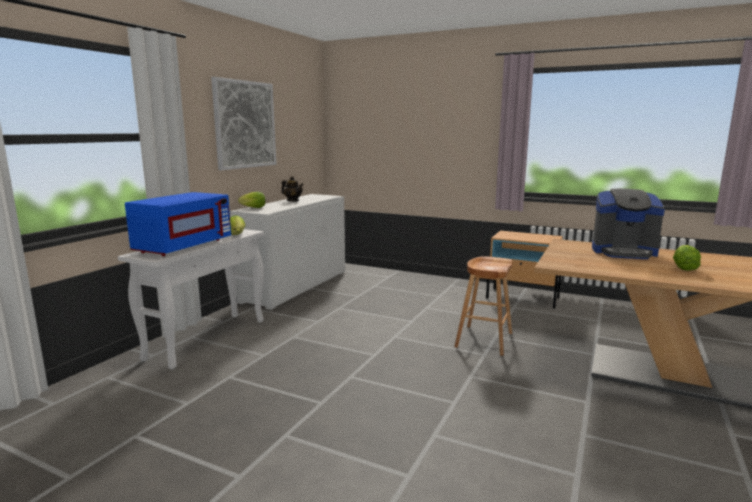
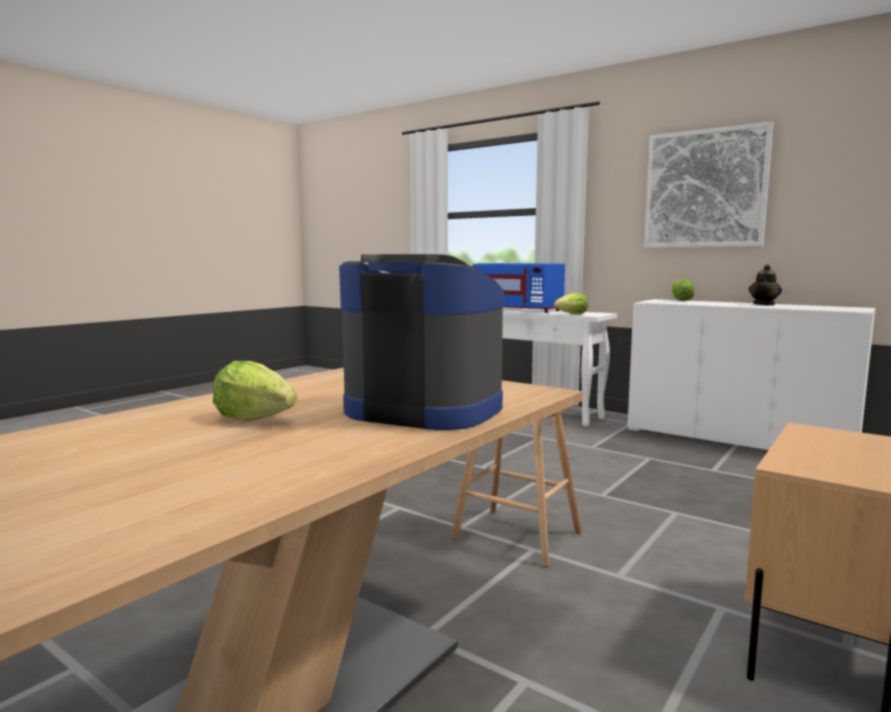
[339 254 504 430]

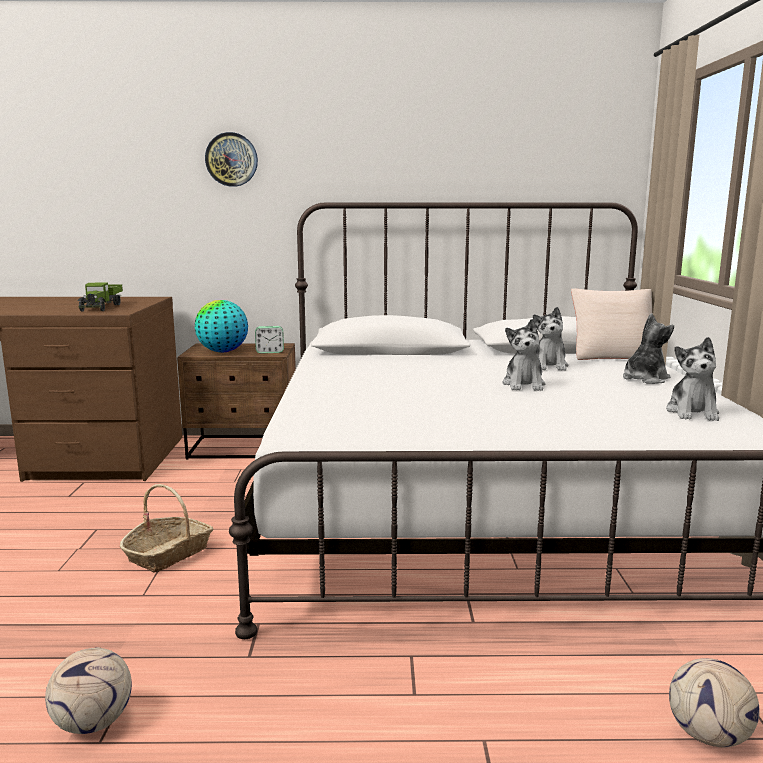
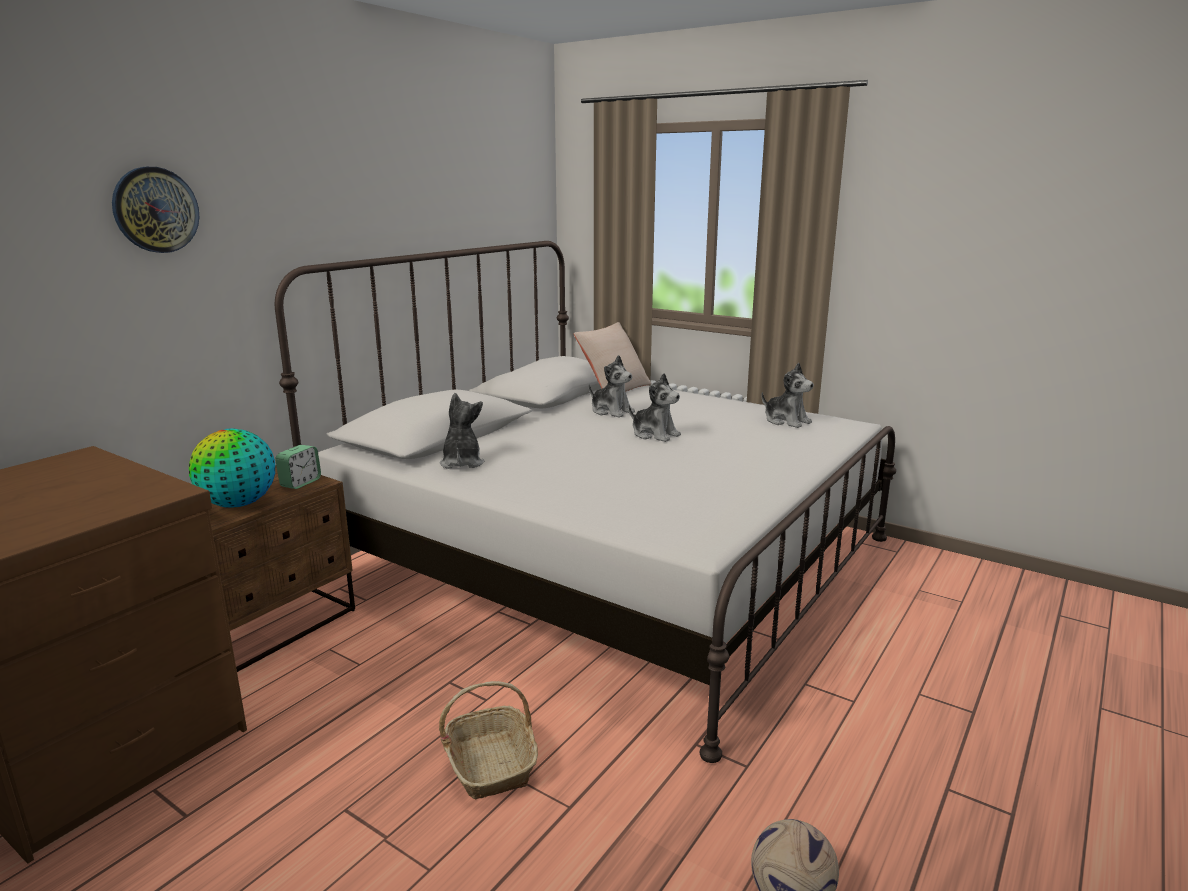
[78 283 123 312] (first image)
[440 393 484 469]
[669 658 760 747] (first image)

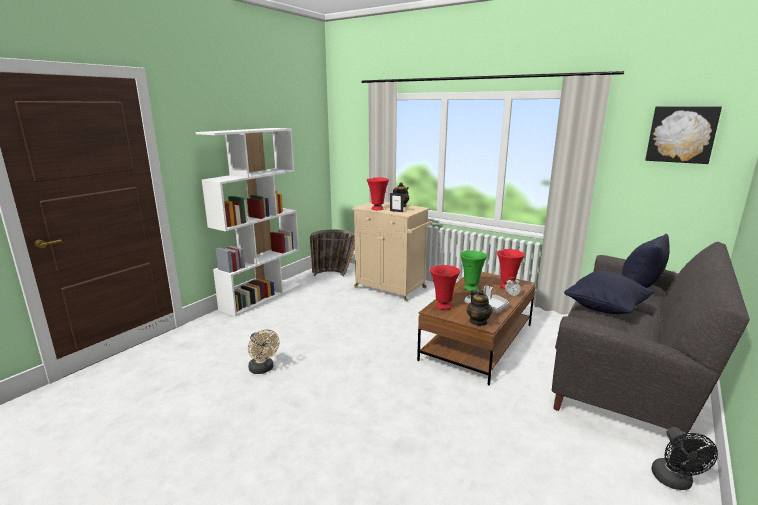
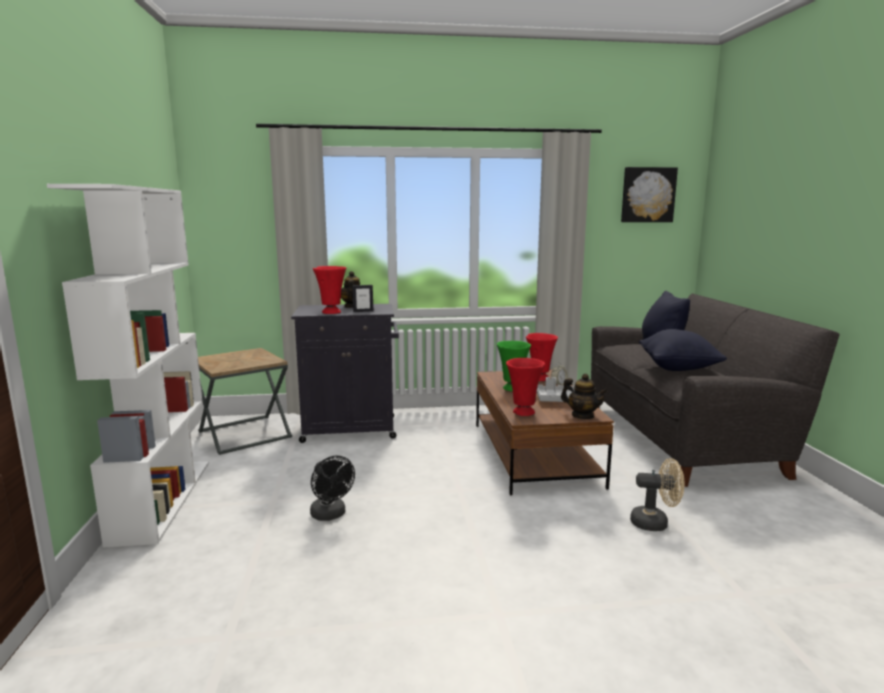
[630 458 684 531]
[198 348 292 455]
[291 304 399 443]
[310 456 355 521]

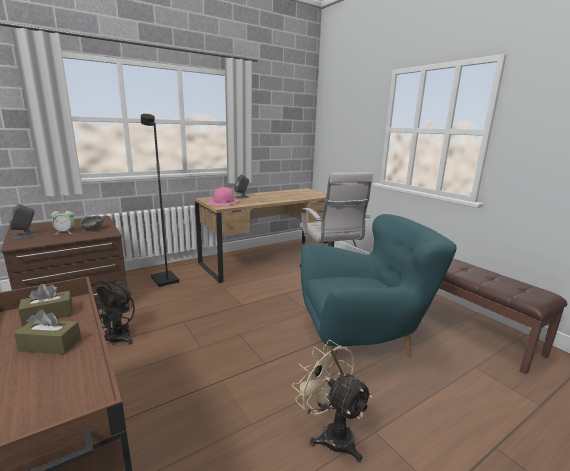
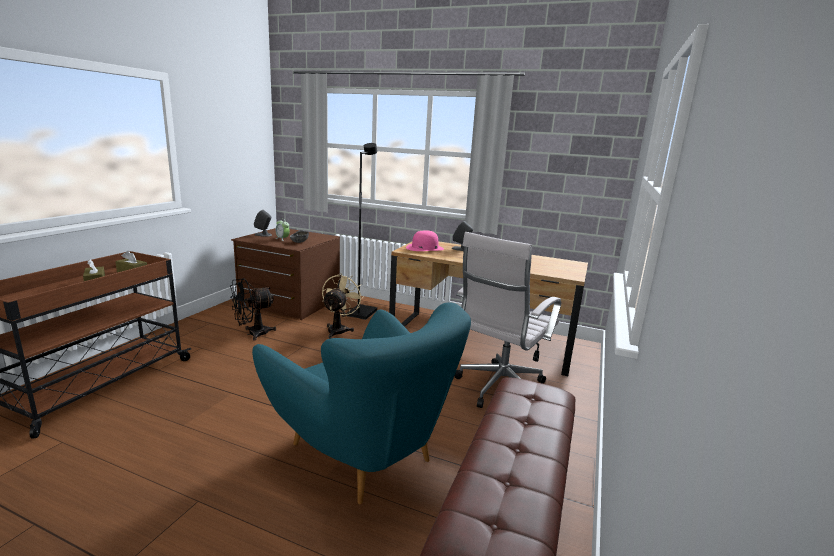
[322 273 364 339]

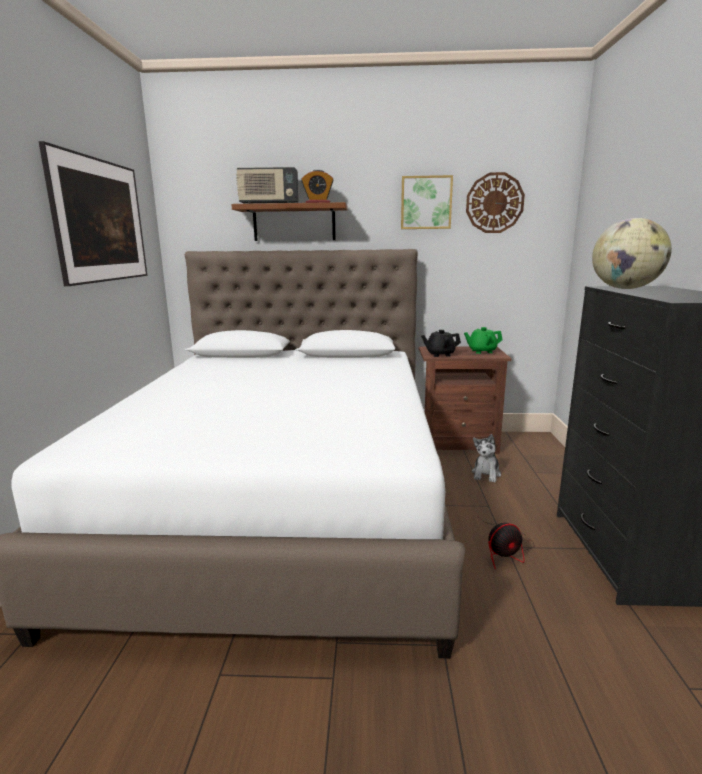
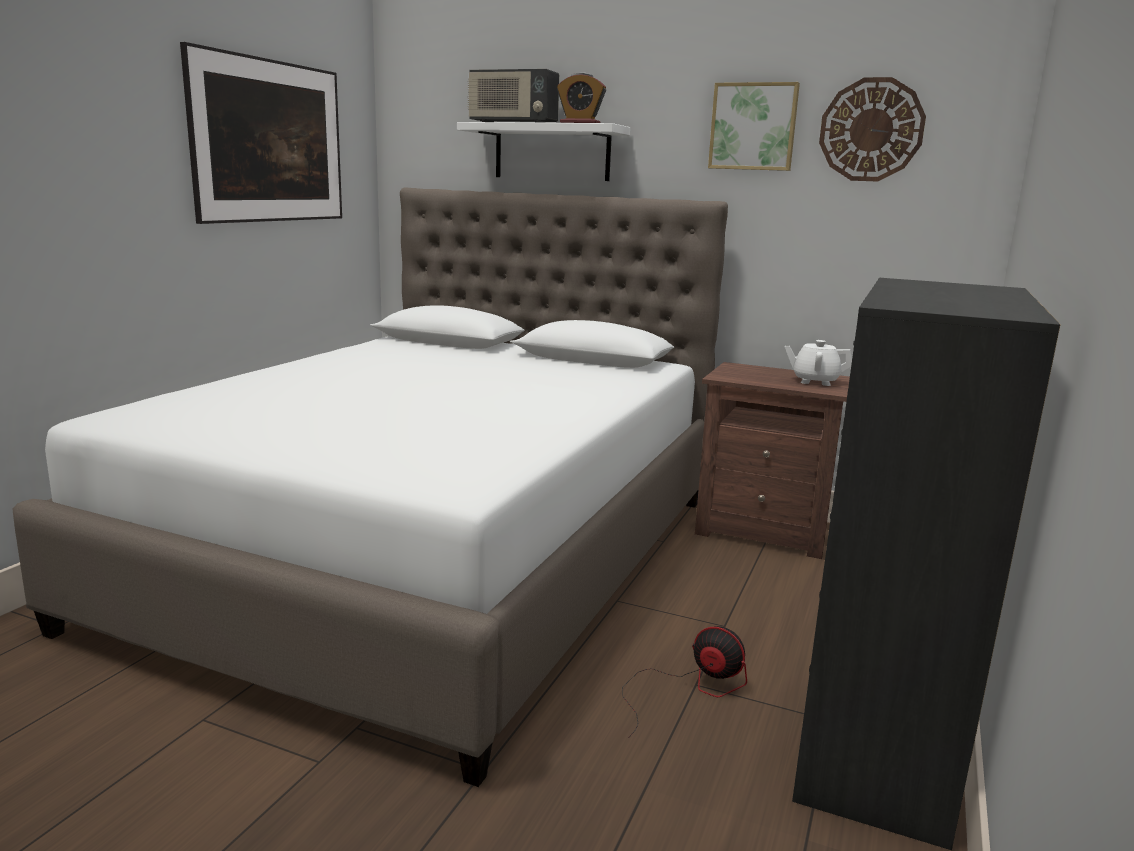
[457 122 630 181]
[421 330 461 357] (first image)
[785 340 852 386]
[472 434 501 483] (first image)
[622 626 747 738]
[592 218 672 289] (first image)

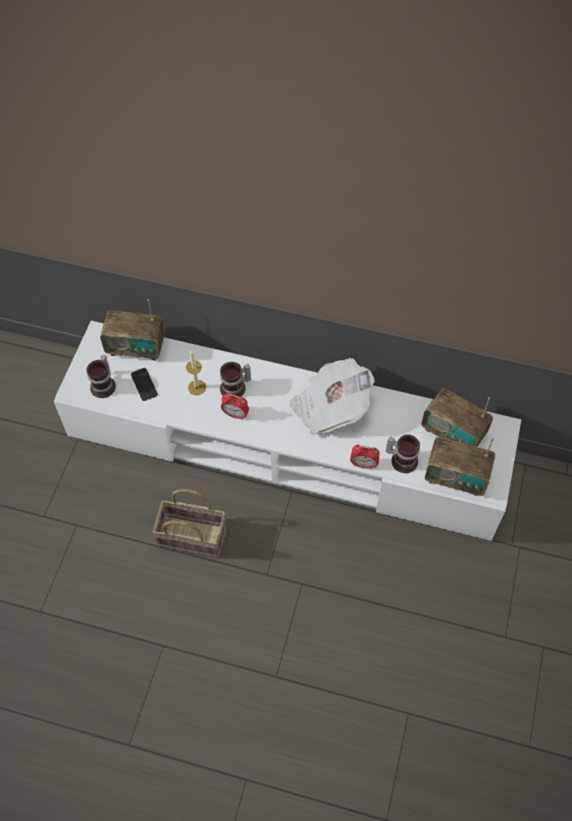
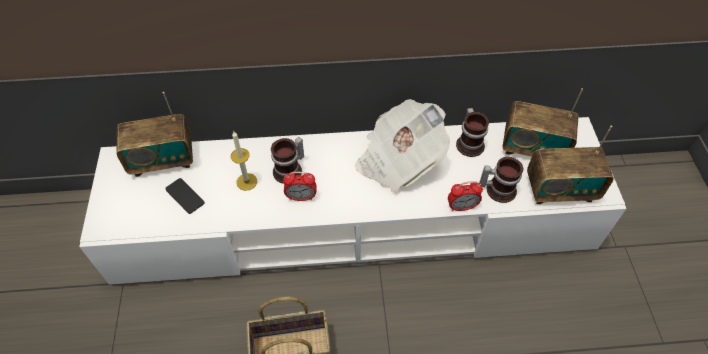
[456 108 489 157]

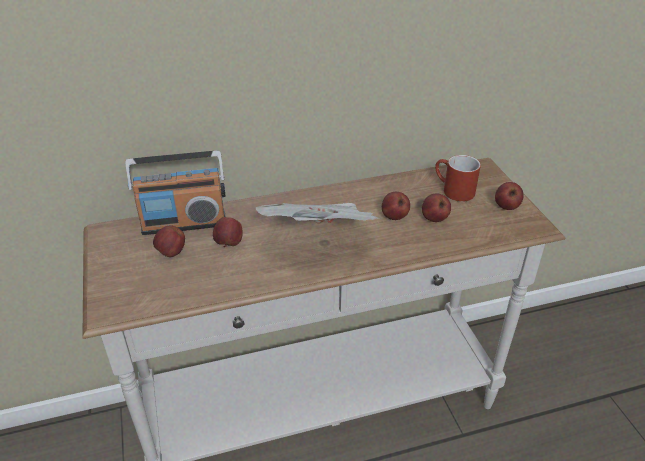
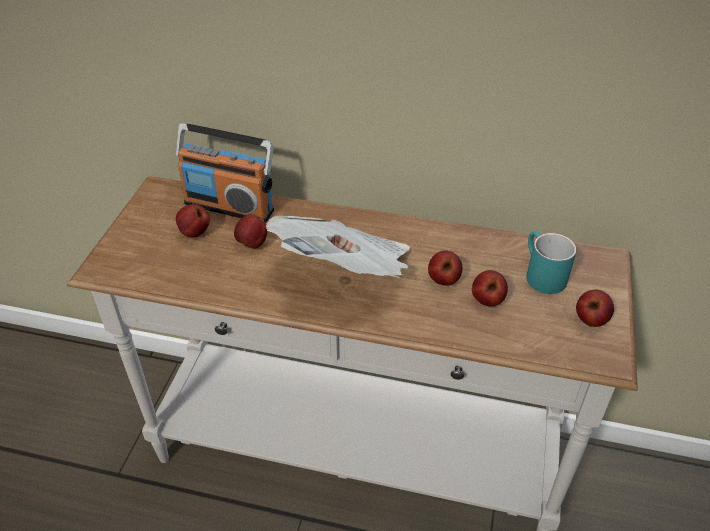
[526 231 577 294]

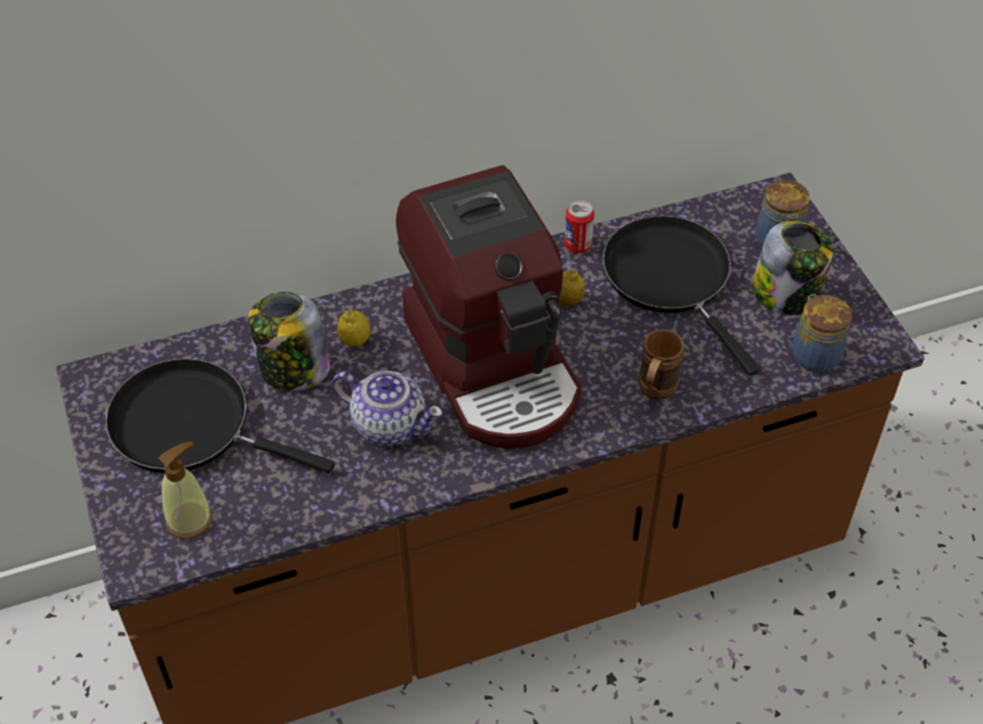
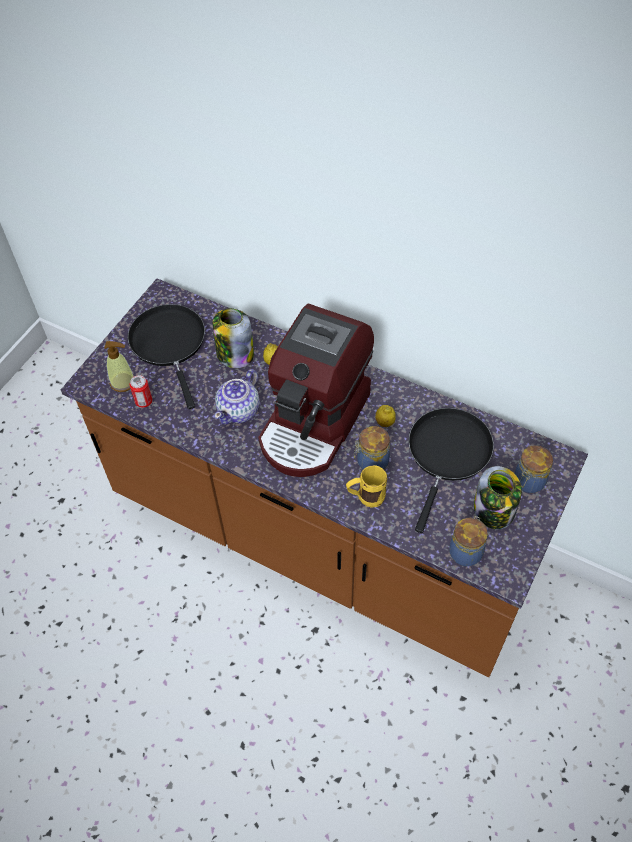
[214 369 260 425]
[129 375 153 408]
[346 465 387 508]
[354 426 390 470]

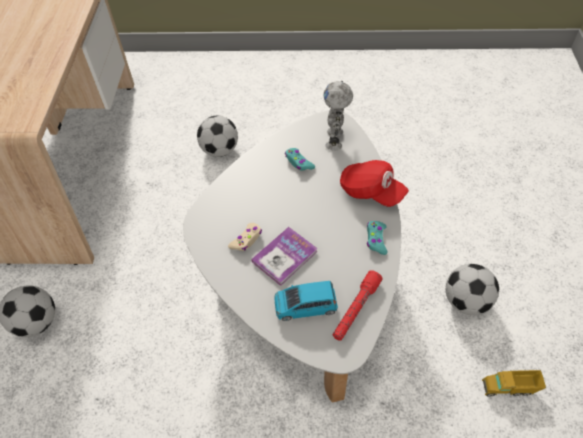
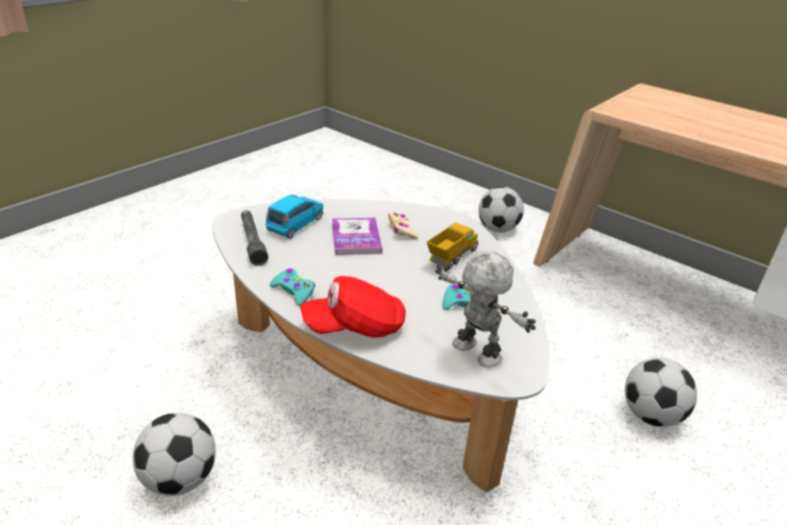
[241 210 268 266]
[427 222 478 269]

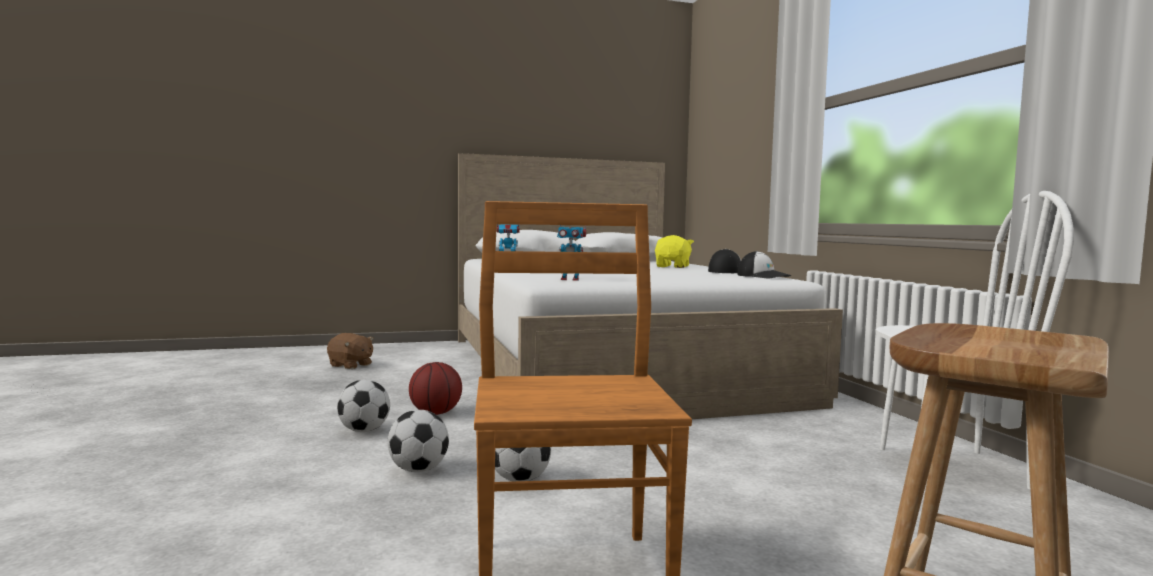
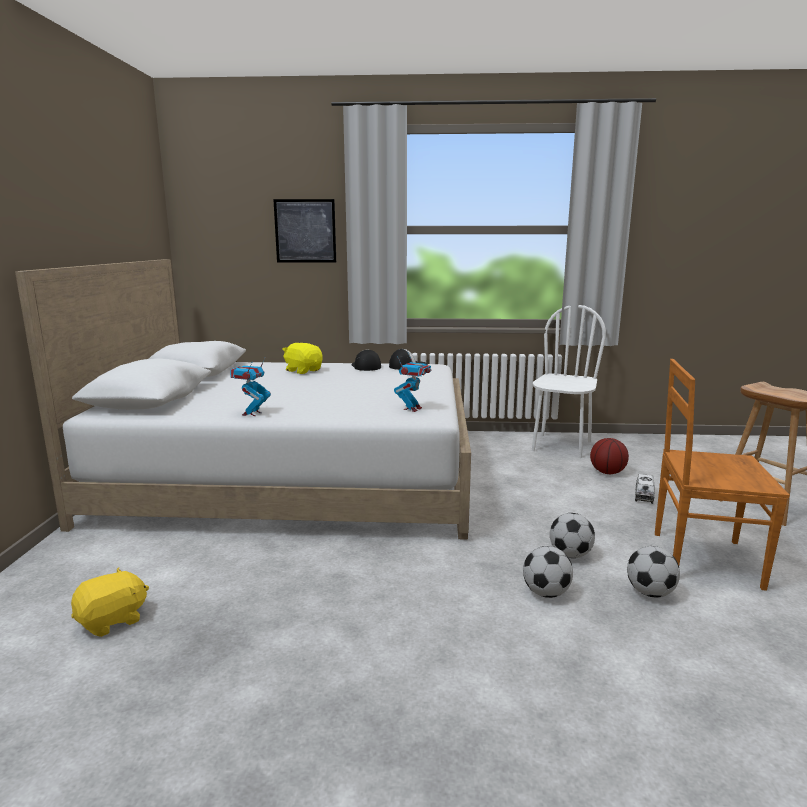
[71 567 149 637]
[627 546 680 597]
[590 438 629 474]
[273 199 336 263]
[635 474 655 504]

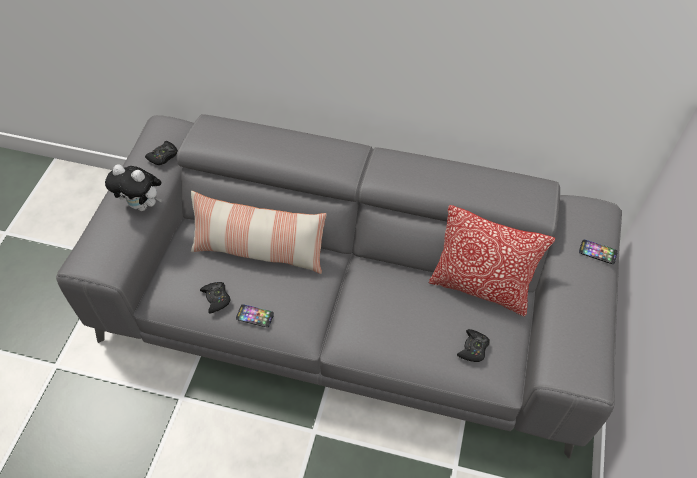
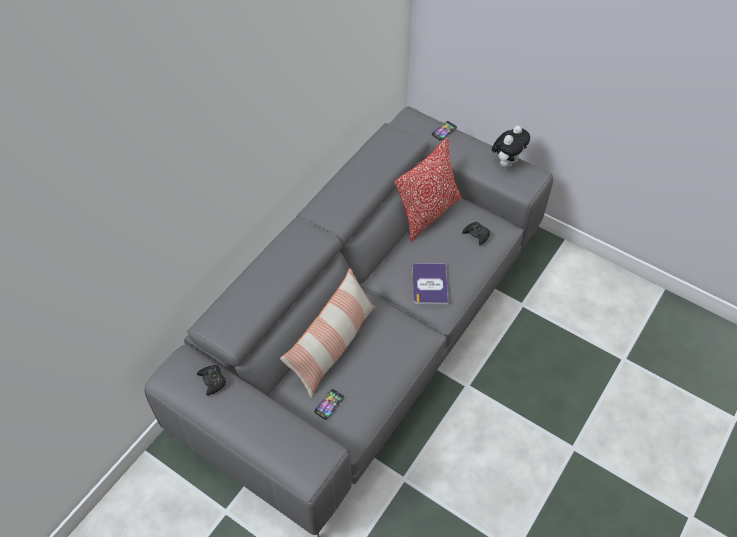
[492 125 530 167]
[200 282 231 313] (first image)
[314 389 344 420]
[412 263 448 304]

